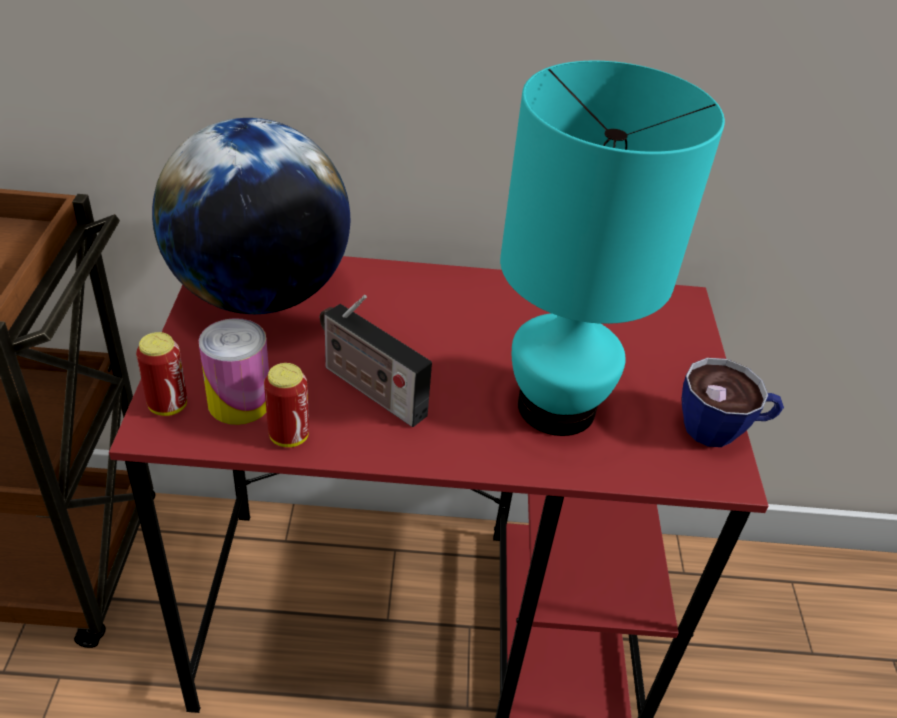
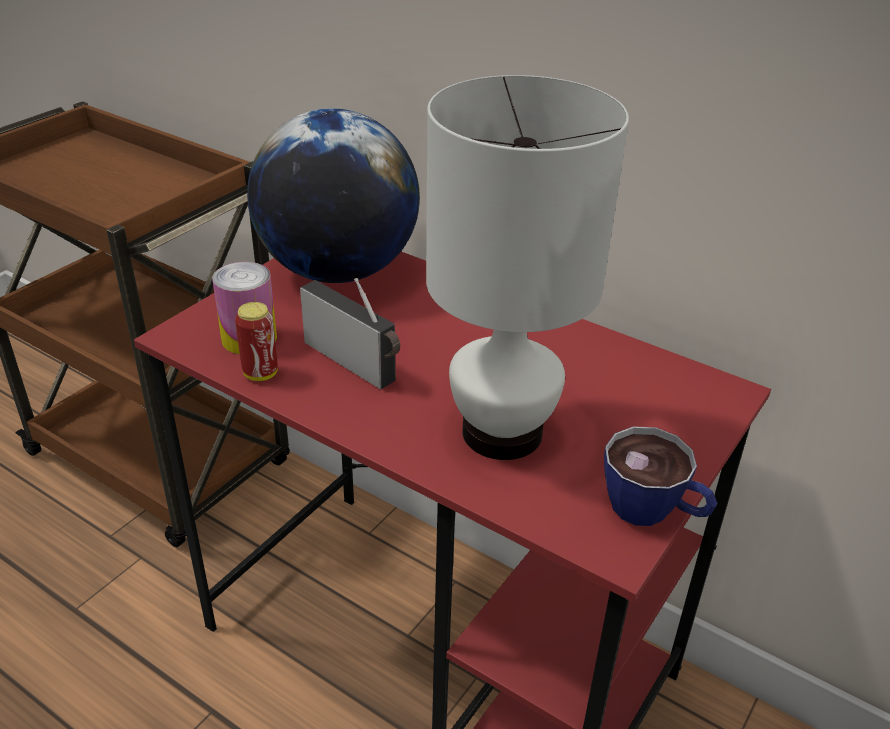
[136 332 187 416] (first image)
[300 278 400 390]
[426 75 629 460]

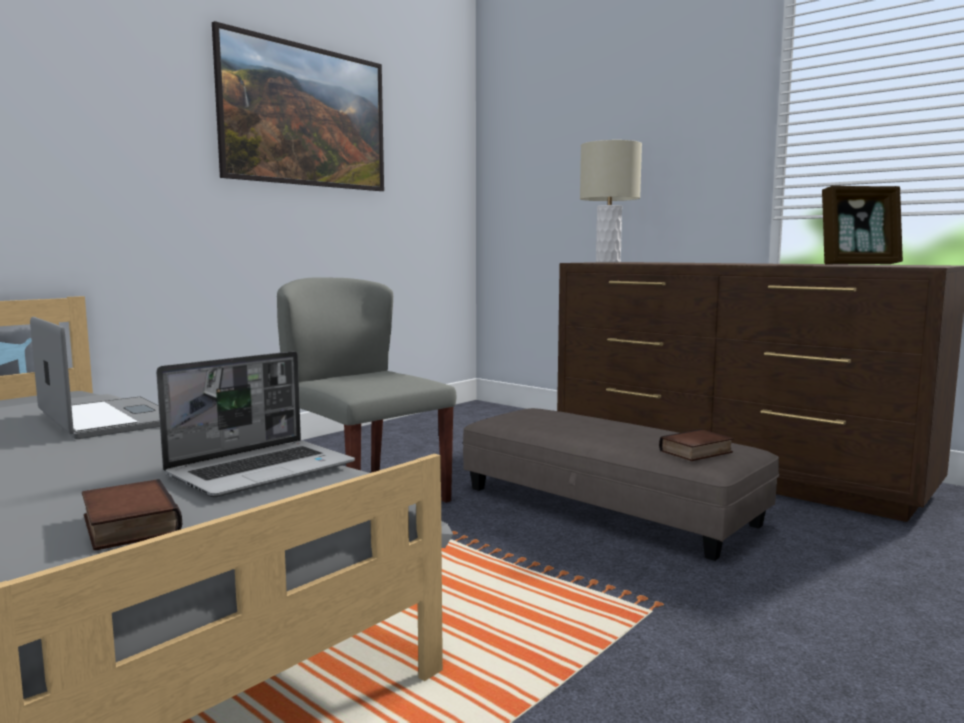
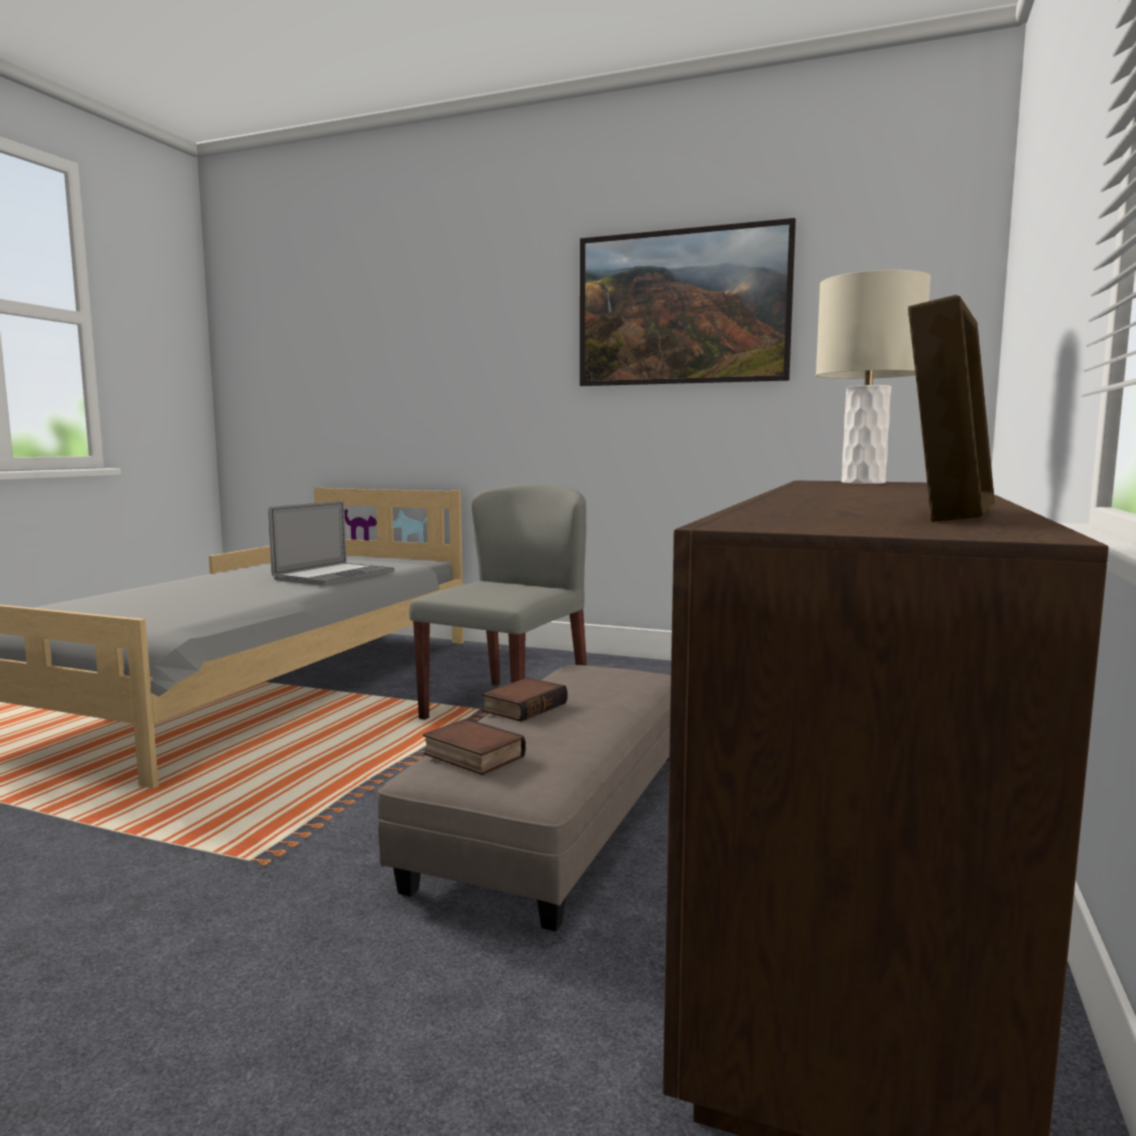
[482 677 568 722]
[156 351 355 497] (first image)
[908 295 995 522]

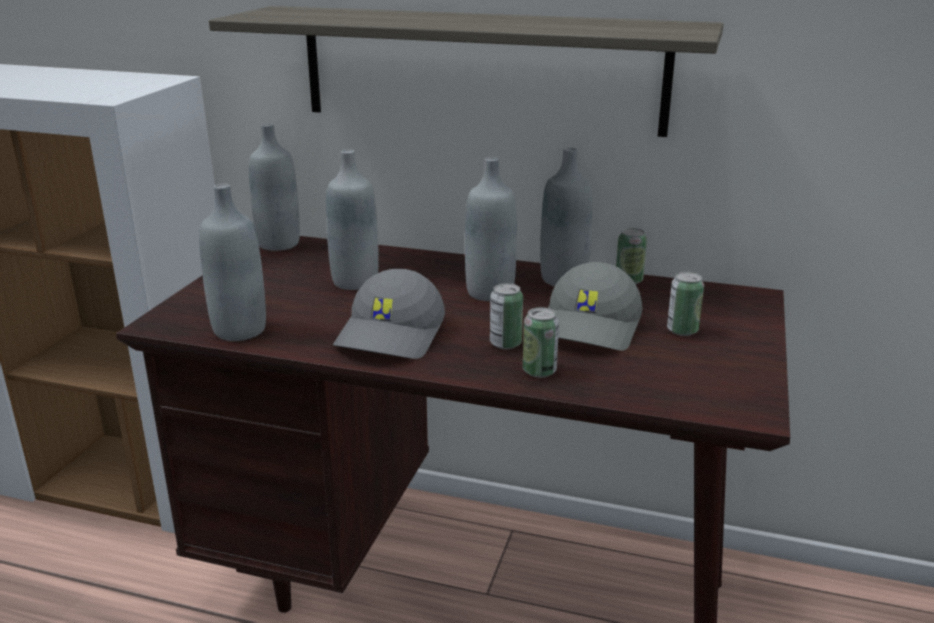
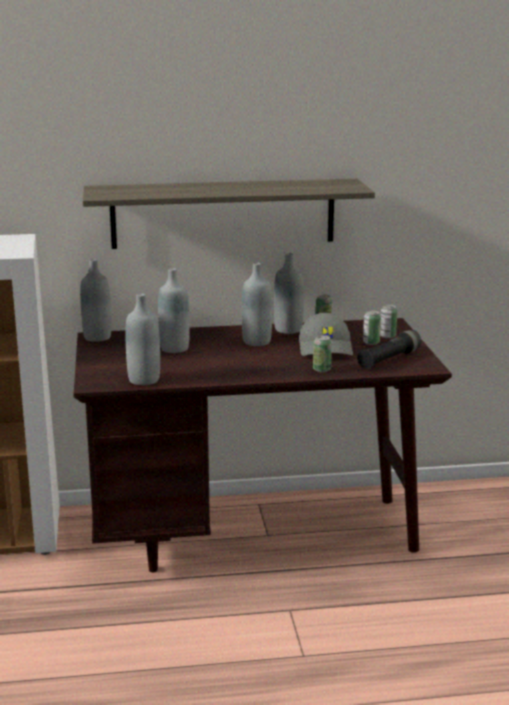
[333 269 445 359] (first image)
[380 305 397 339]
[357 330 421 368]

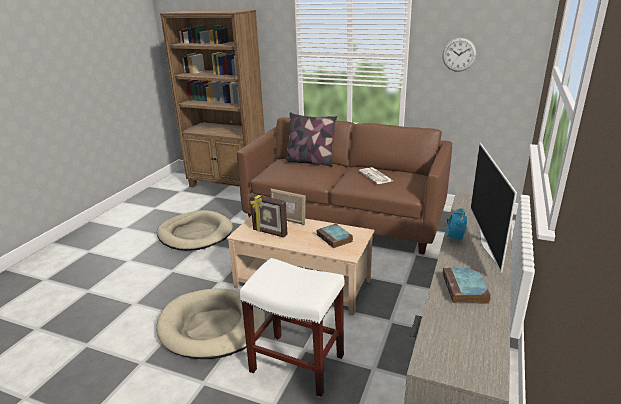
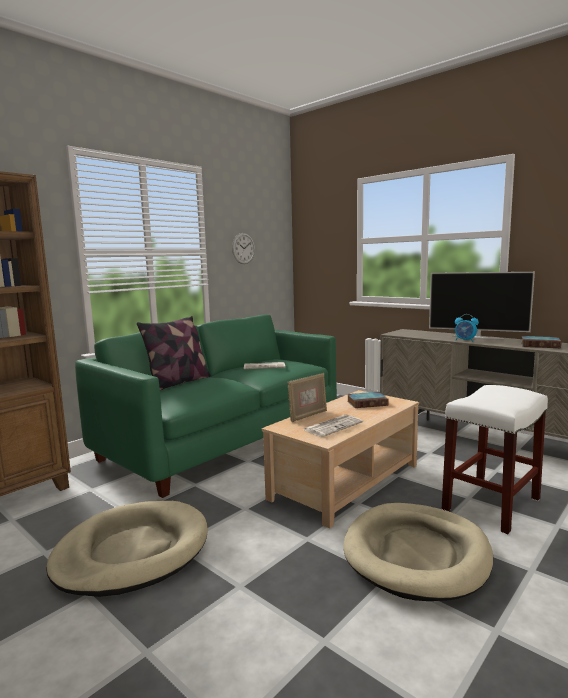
[75 315 337 498]
[304 415 363 437]

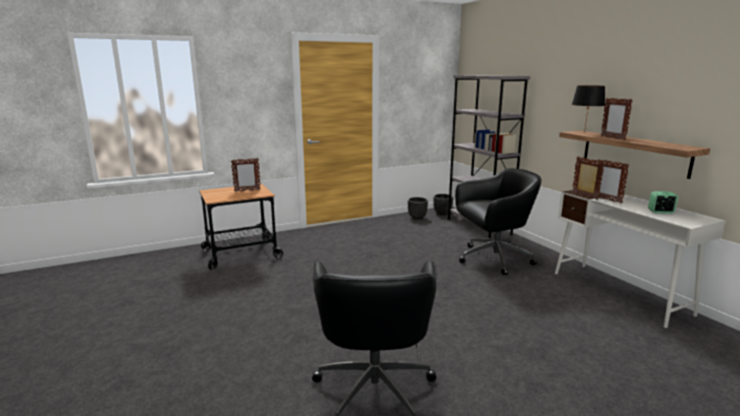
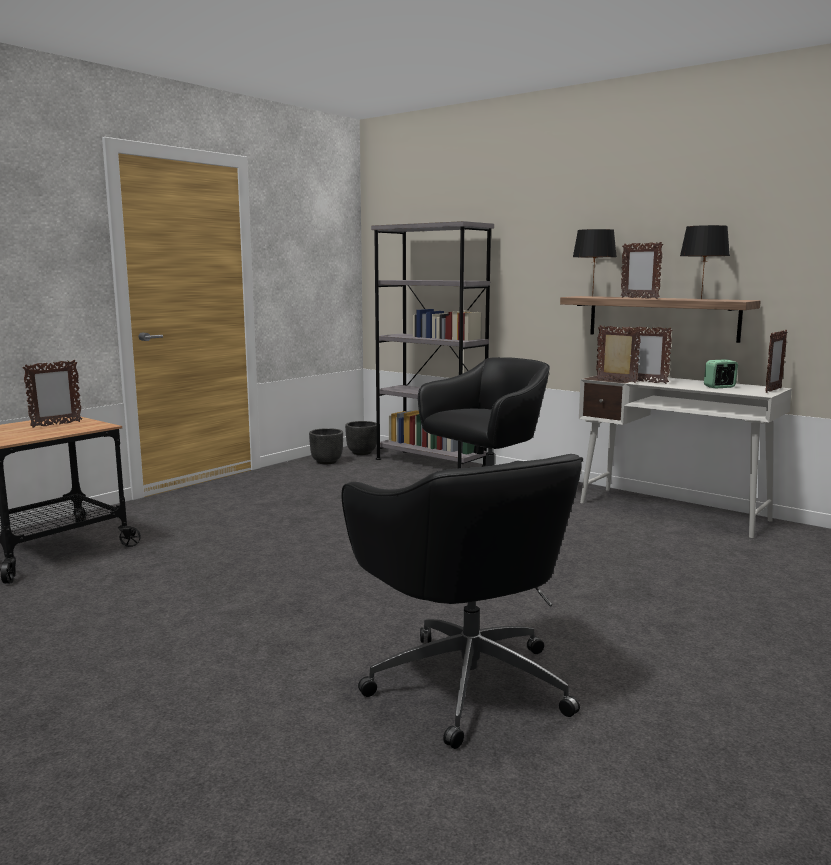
[680 225 730 299]
[765 330 787 393]

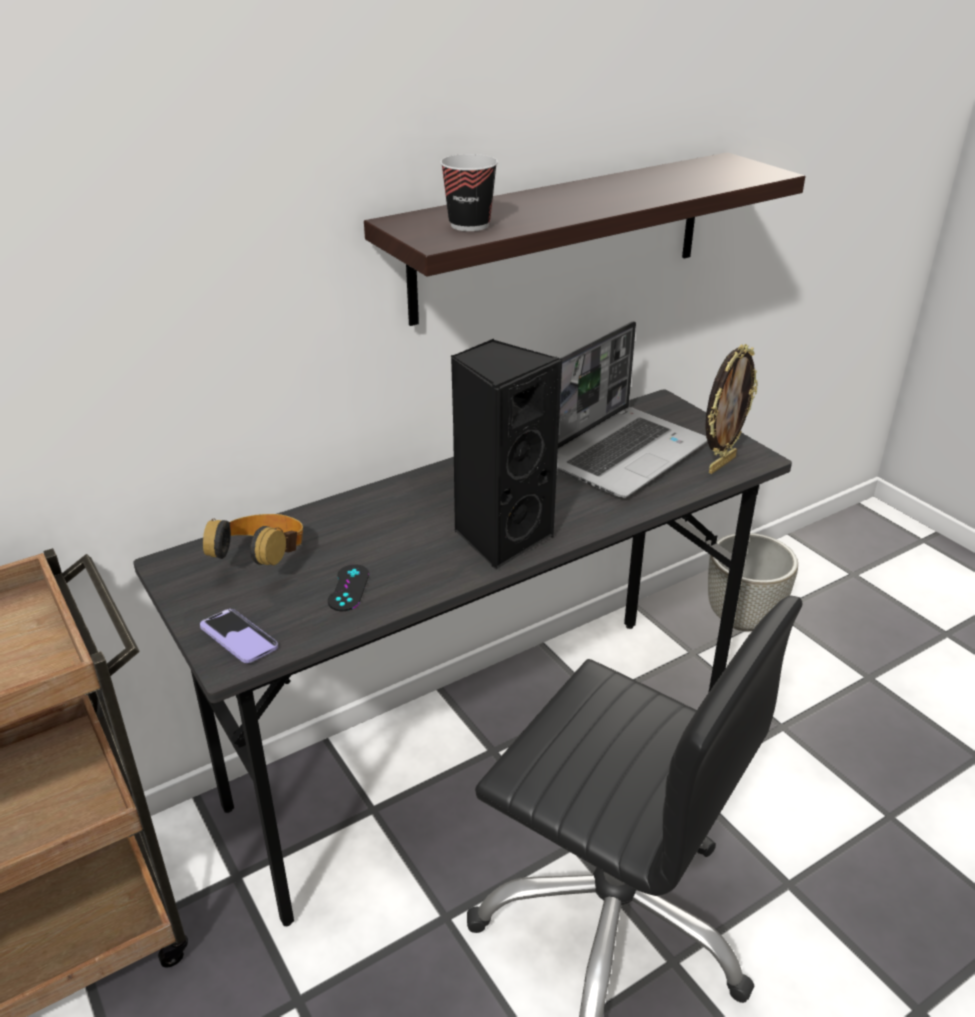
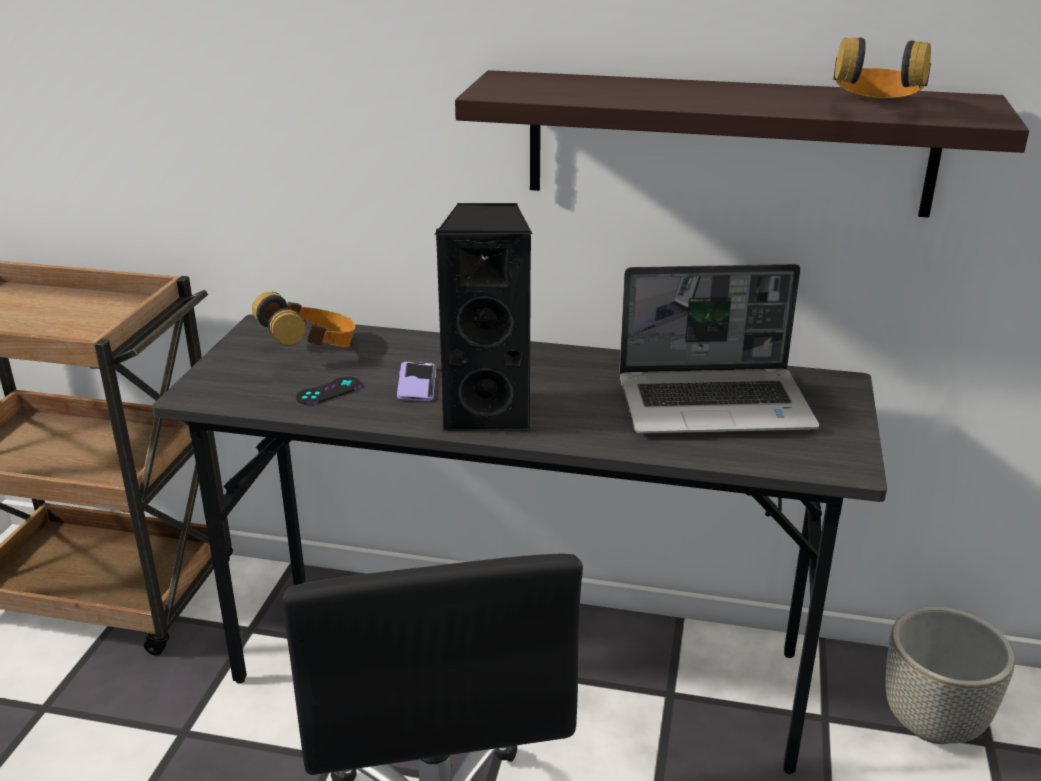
[397 362 436 401]
[440 154 498 231] (first image)
[705 344 758 474] (first image)
[833 37 931 98]

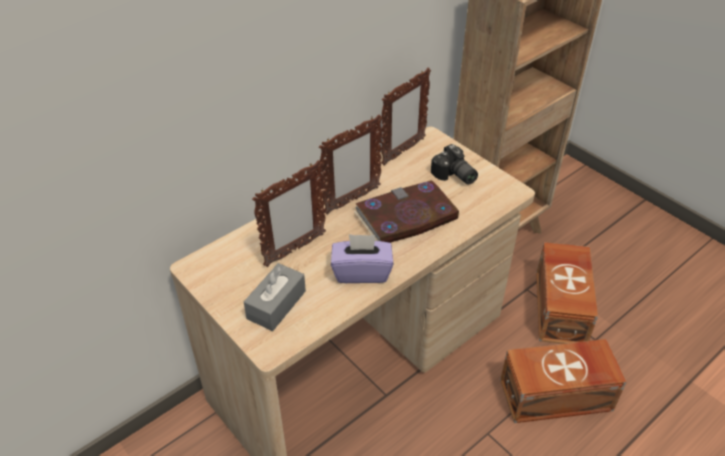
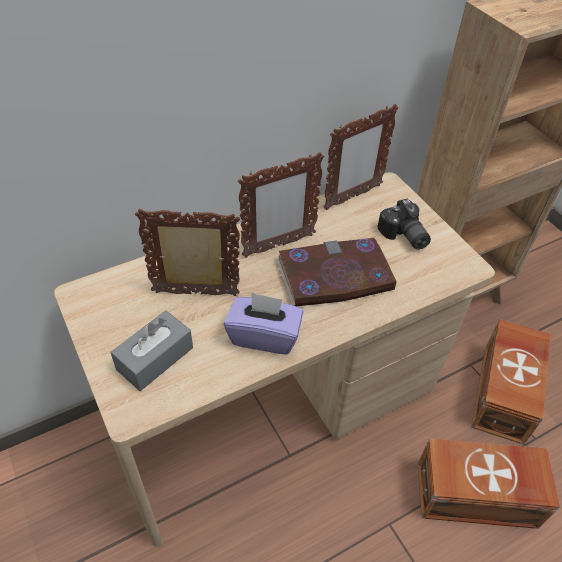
[135 209 240 296]

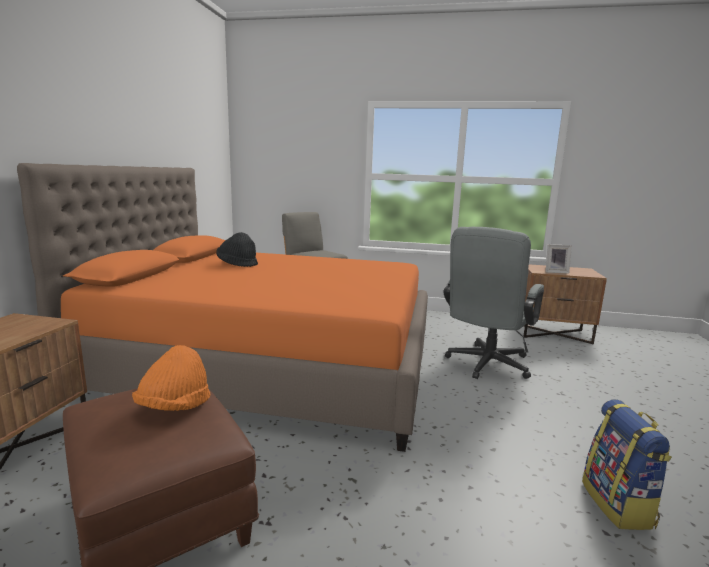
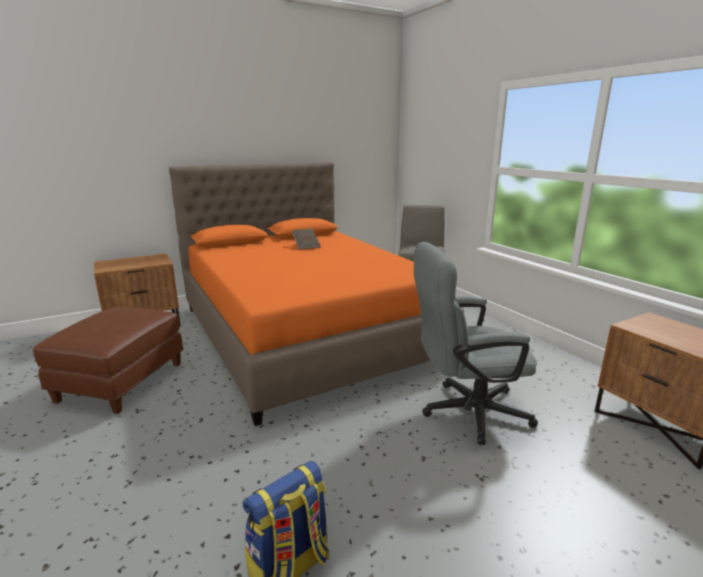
[132 345 210 411] (first image)
[292 229 320 249]
[545 244 572 274] (first image)

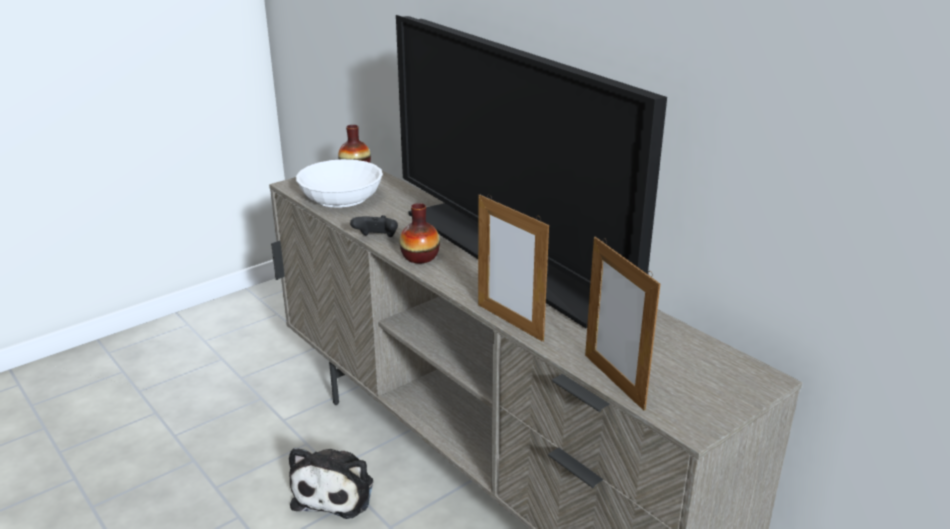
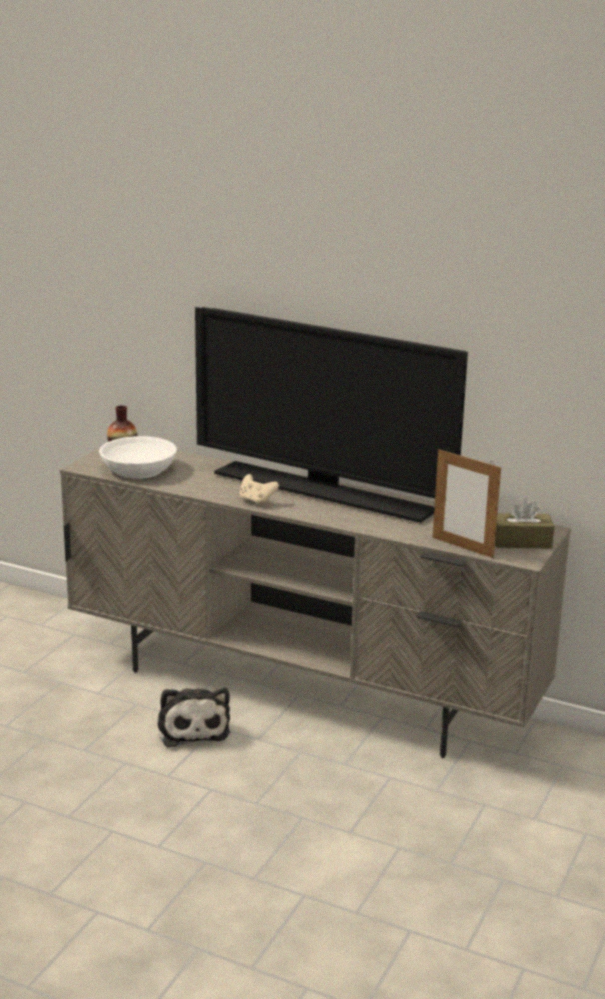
[350 215 398 237] (first image)
[240 474 279 506]
[478 194 549 342] (first image)
[495 498 554 548]

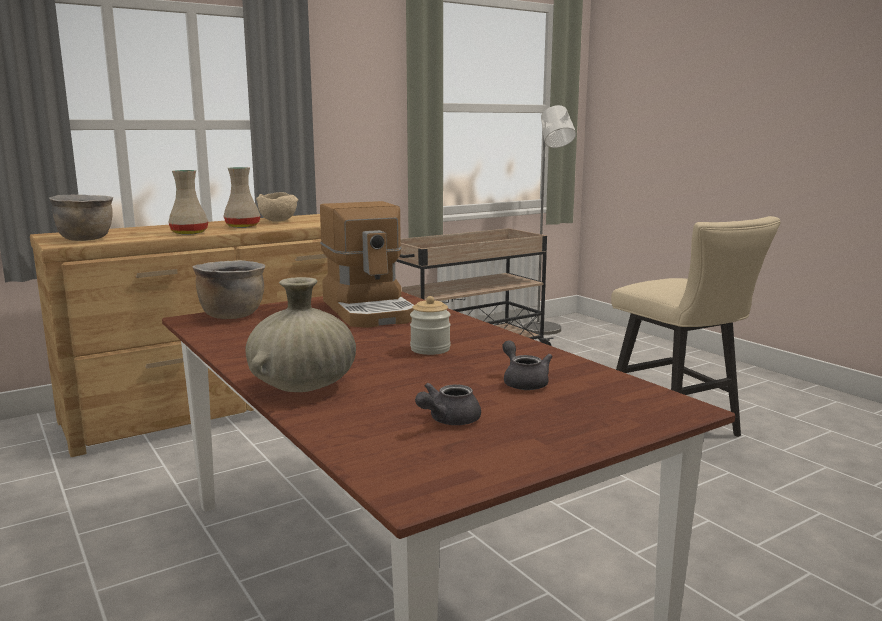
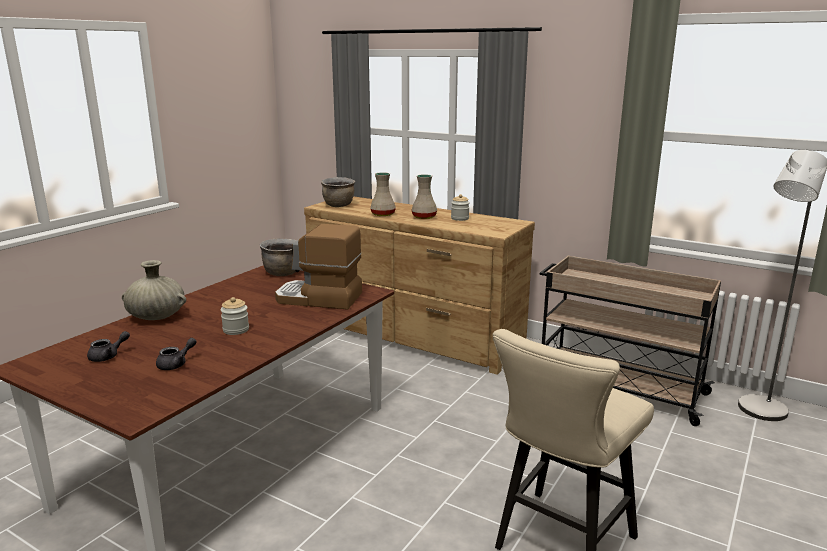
[451 194 470 221]
[275 224 362 310]
[87 331 130 362]

